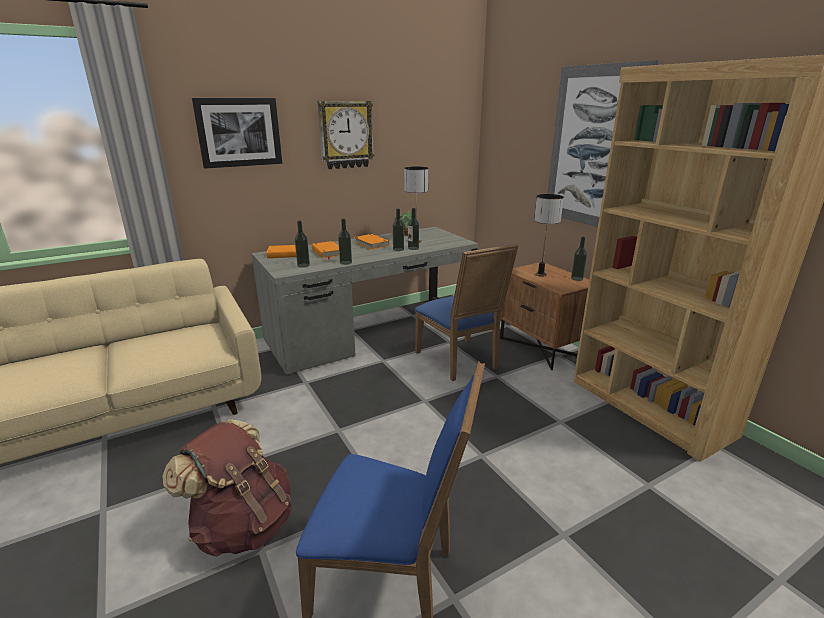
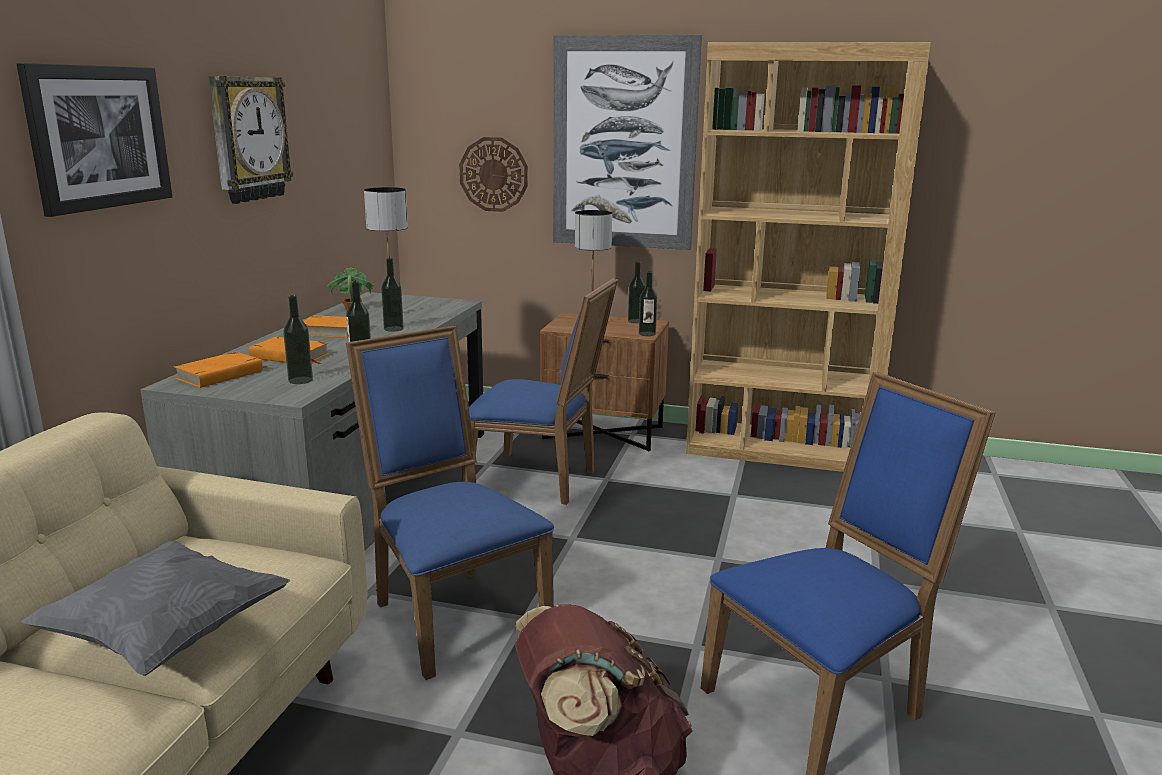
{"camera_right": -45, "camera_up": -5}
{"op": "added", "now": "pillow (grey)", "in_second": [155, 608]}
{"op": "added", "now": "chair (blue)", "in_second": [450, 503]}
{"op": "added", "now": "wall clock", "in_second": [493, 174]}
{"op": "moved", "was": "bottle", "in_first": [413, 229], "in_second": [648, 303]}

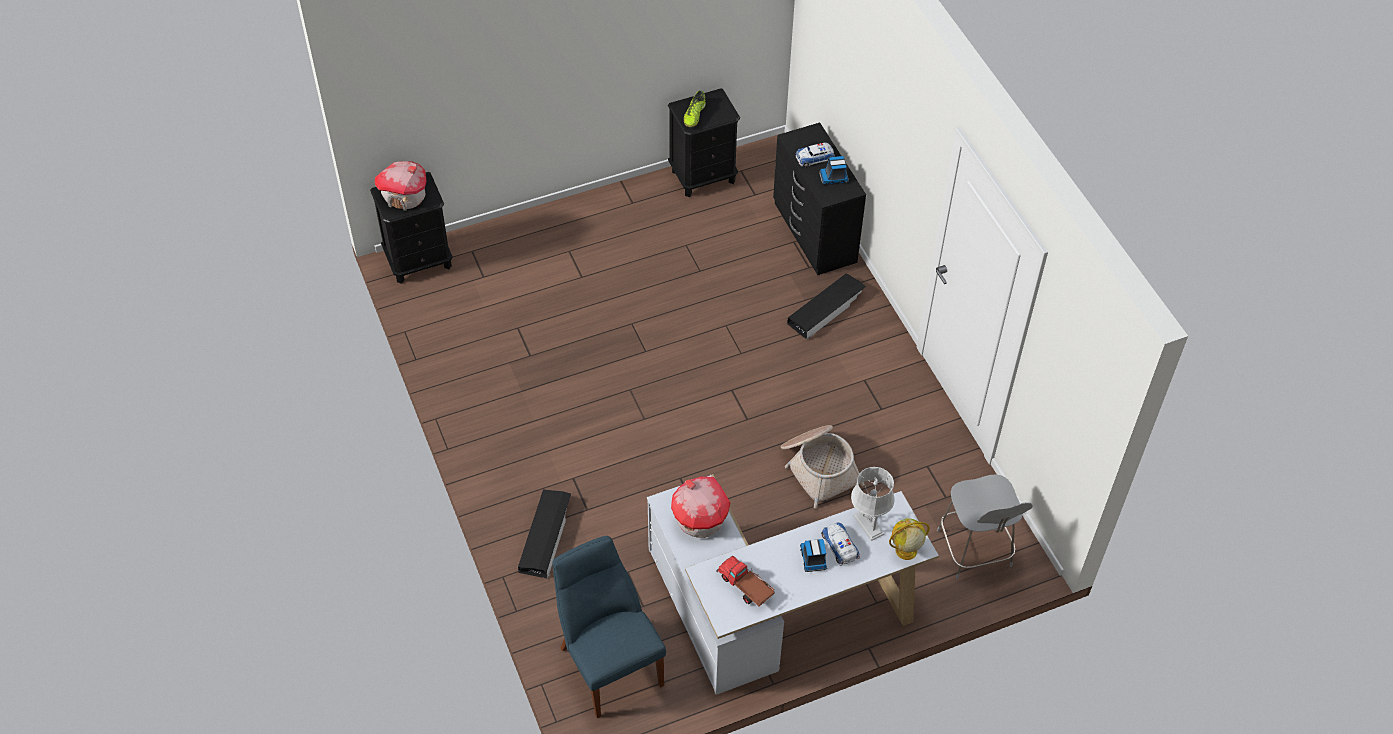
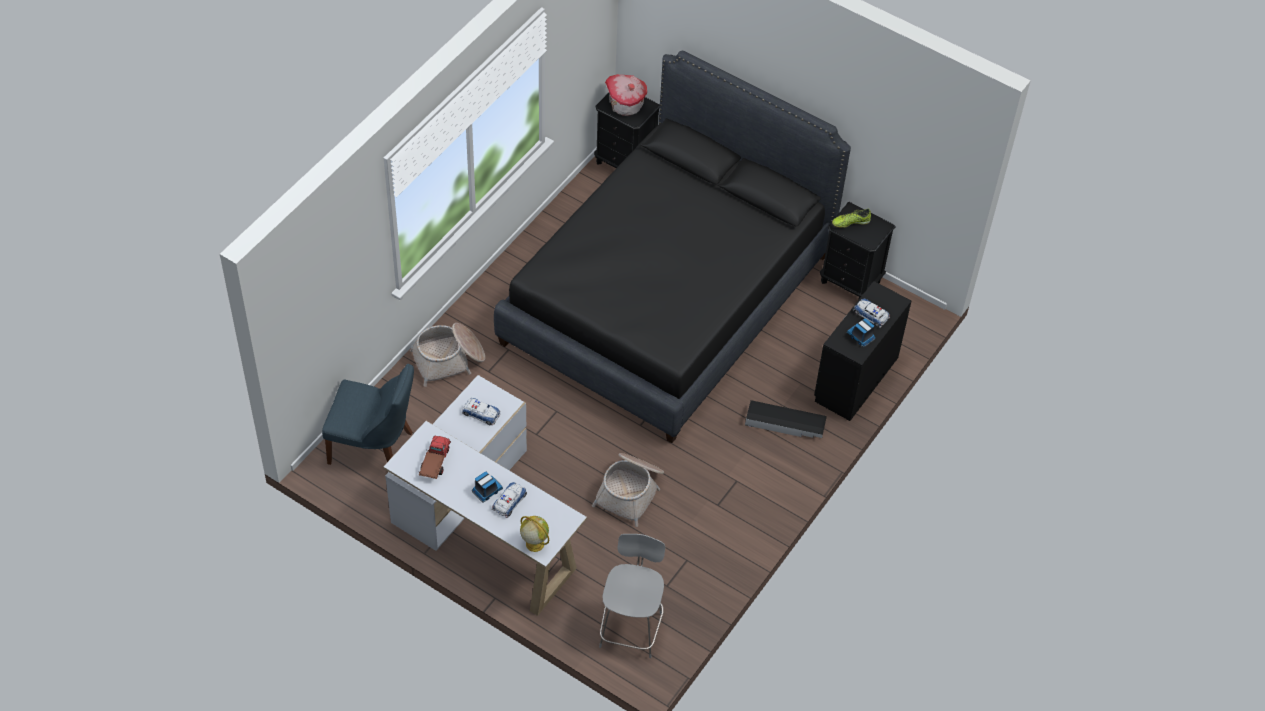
{"camera_right": 55, "camera_up": 0}
{"op": "removed", "was": "table lamp (grey)", "in_first": [873, 504]}
{"op": "added", "now": "bed (black)", "in_second": [672, 247]}
{"op": "replaced", "was": "storage box (black)", "now": "basket", "in_first": [544, 534], "in_second": [447, 355]}
{"op": "replaced", "was": "toy house", "now": "toy car", "in_first": [701, 507], "in_second": [481, 411]}
{"op": "turned", "was": "chair (blue)", "in_first": [609, 627], "in_second": [368, 414], "clockwise": 75}
{"op": "turned", "was": "chair (grey)", "in_first": [985, 526], "in_second": [632, 596], "clockwise": 150}

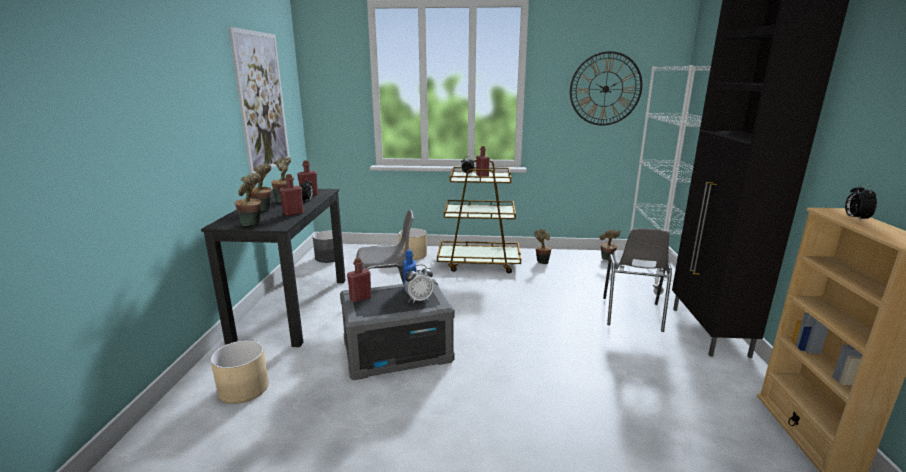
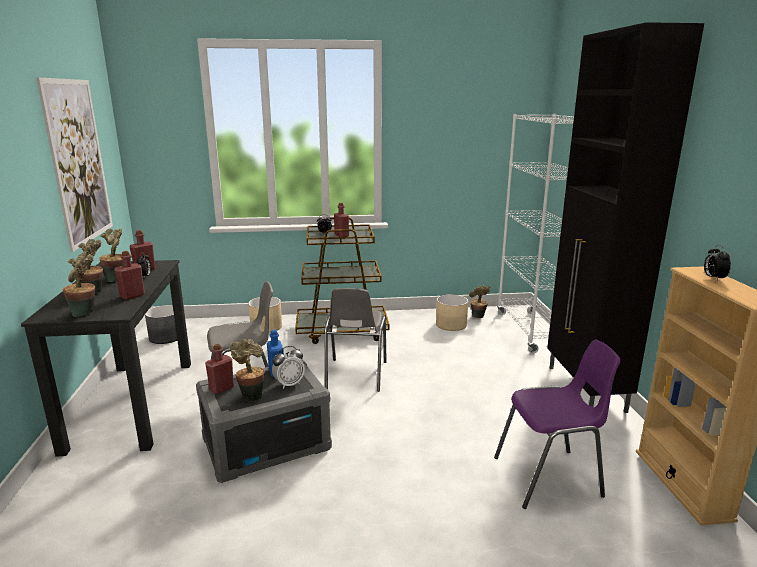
{"camera_right": -10, "camera_up": 0}
{"op": "removed", "was": "wall clock", "in_first": [606, 88]}
{"op": "added", "now": "chair (purple)", "in_second": [557, 424]}
{"op": "moved", "was": "planter (beige)", "in_first": [240, 372], "in_second": [452, 312]}
{"op": "moved", "was": "potted plant", "in_first": [543, 246], "in_second": [247, 370]}
{"op": "moved", "was": "chair (grey)", "in_first": [637, 280], "in_second": [356, 340]}

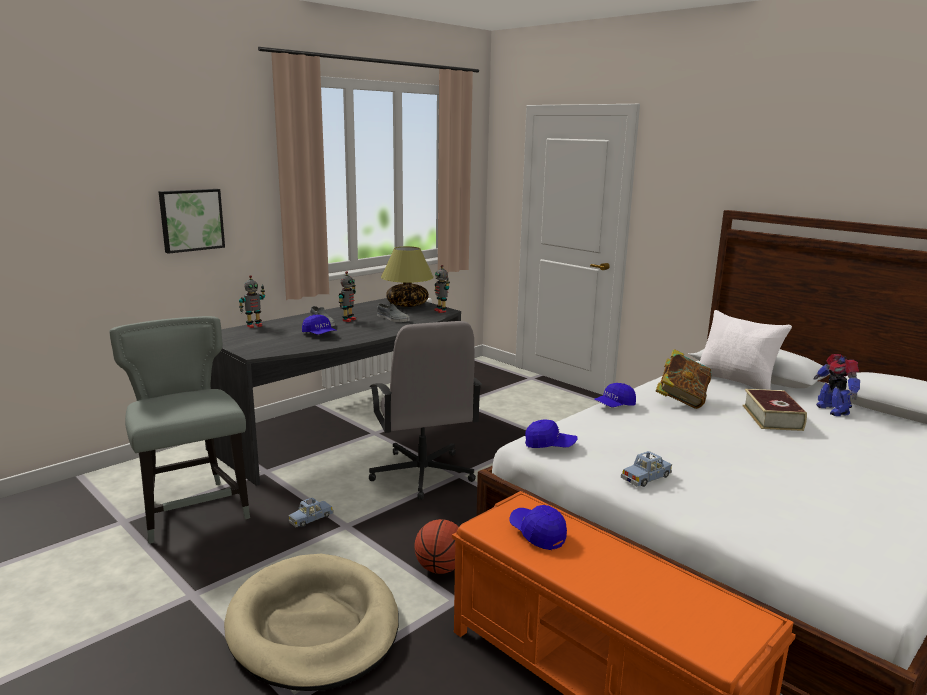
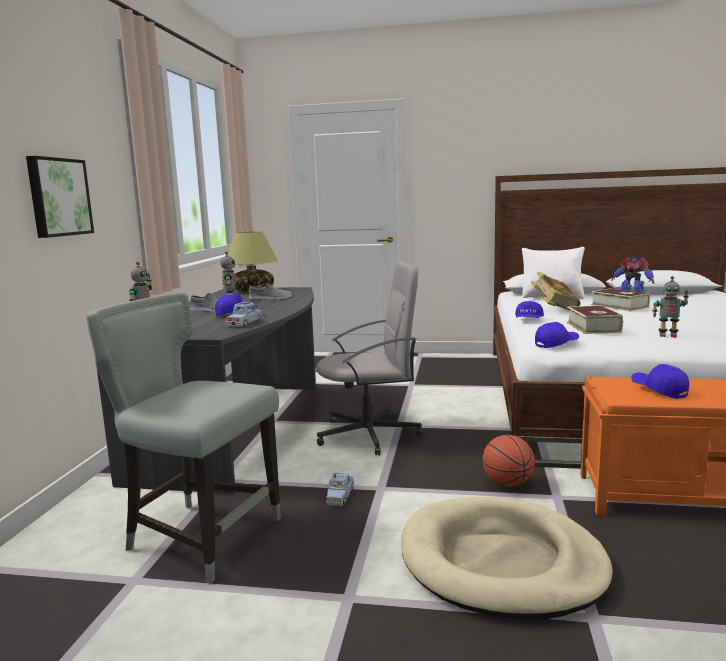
{"camera_right": -35, "camera_up": -5}
{"op": "added", "now": "book", "in_second": [594, 320]}
{"op": "moved", "was": "toy robot", "in_first": [442, 289], "in_second": [670, 306]}
{"op": "moved", "was": "toy car (blue)", "in_first": [646, 469], "in_second": [243, 314]}
{"op": "turned", "was": "office chair (grey)", "in_first": [425, 410], "in_second": [369, 358], "clockwise": -45}
{"op": "turned", "was": "cap (blue)", "in_first": [538, 527], "in_second": [660, 381], "clockwise": 45}

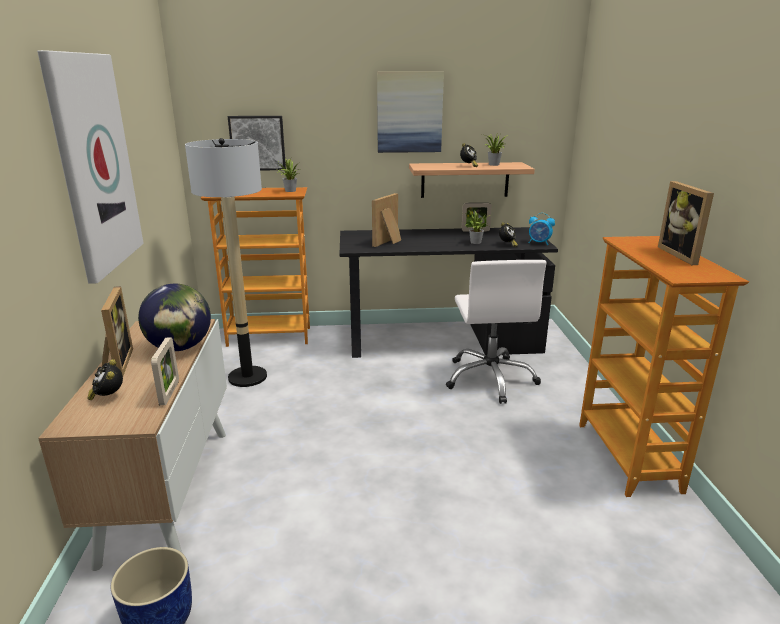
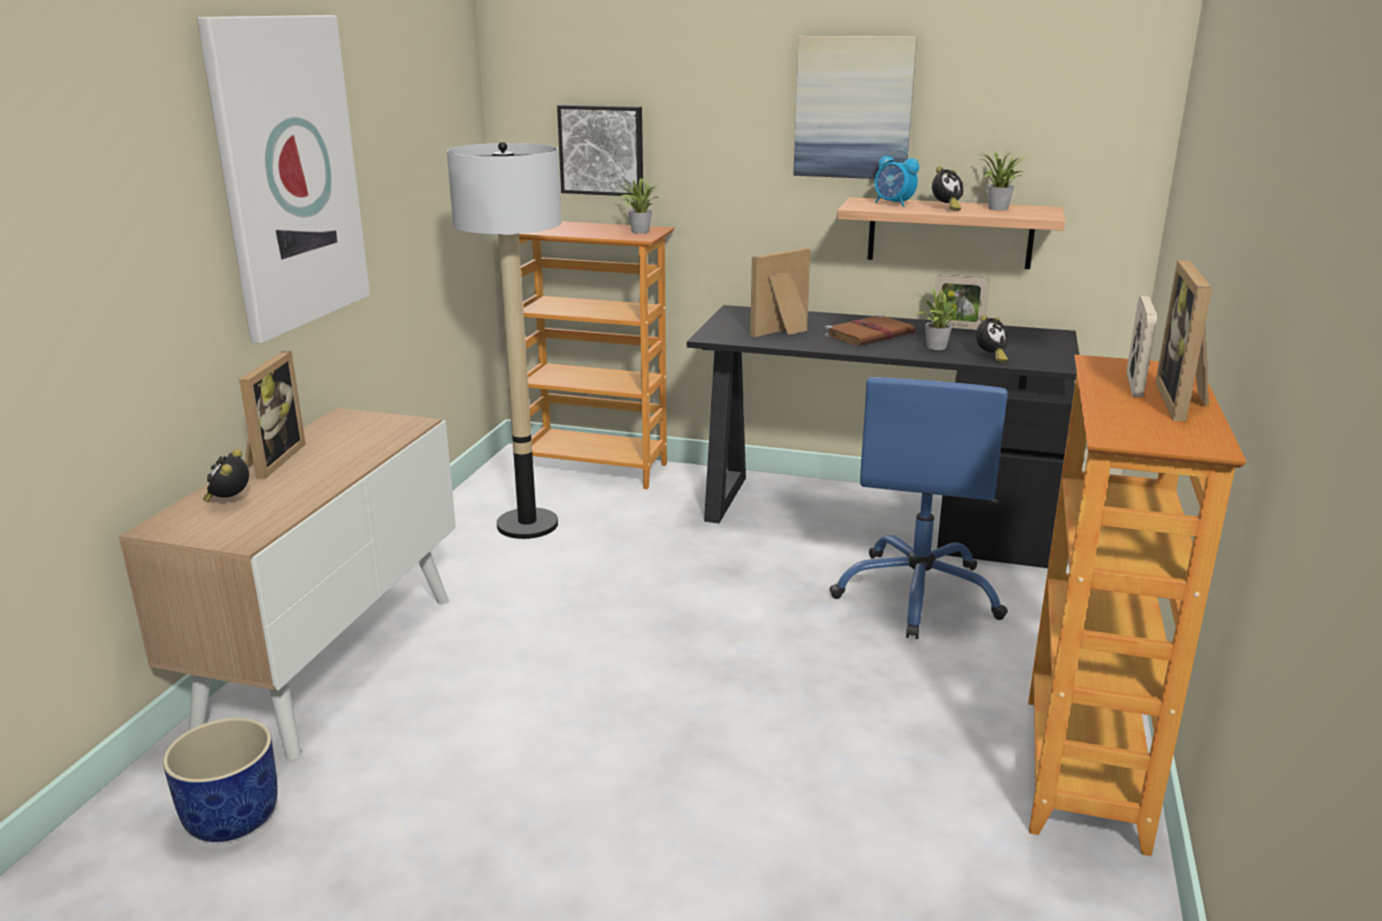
{"camera_right": 20, "camera_up": 0}
{"op": "removed", "was": "globe", "in_first": [174, 317]}
{"op": "added", "now": "book (brown)", "in_second": [870, 330]}
{"op": "moved", "was": "picture frame", "in_first": [165, 371], "in_second": [1142, 346]}
{"op": "moved", "was": "alarm clock", "in_first": [542, 229], "in_second": [896, 178]}
{"op": "recoloured", "was": "office chair (white)", "now": "office chair (blue)", "in_first": [496, 332], "in_second": [919, 508]}

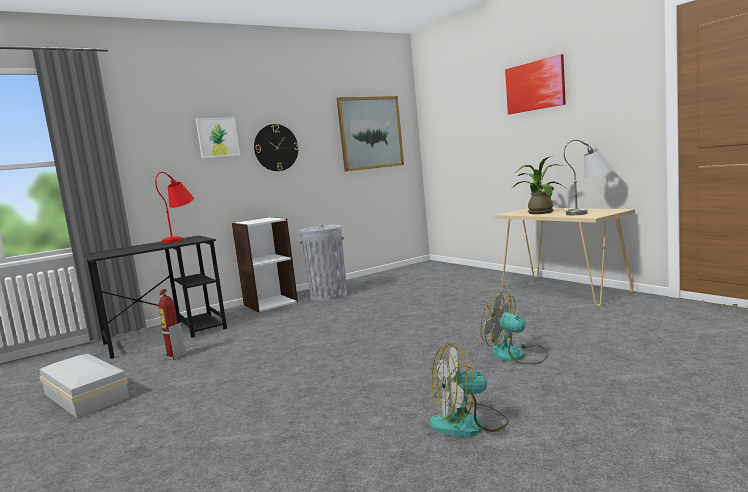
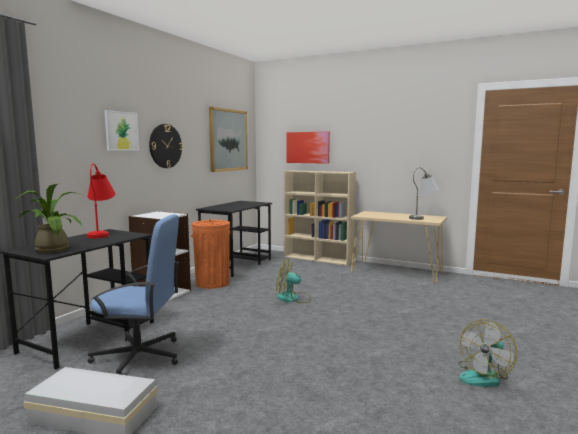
{"camera_right": -30, "camera_up": 0}
{"op": "added", "now": "desk (black)", "in_second": [234, 239]}
{"op": "added", "now": "bookcase (beige)", "in_second": [320, 218]}
{"op": "moved", "was": "fan", "in_first": [514, 327], "in_second": [293, 281]}
{"op": "moved", "was": "picture", "in_first": [535, 84], "in_second": [308, 148]}
{"op": "moved", "was": "potted plant", "in_first": [540, 185], "in_second": [49, 218]}
{"op": "replaced", "was": "fire extinguisher", "now": "office chair (blue)", "in_first": [172, 324], "in_second": [133, 294]}
{"op": "recoloured", "was": "trash can (grey)", "now": "trash can (orange)", "in_first": [323, 262], "in_second": [210, 254]}

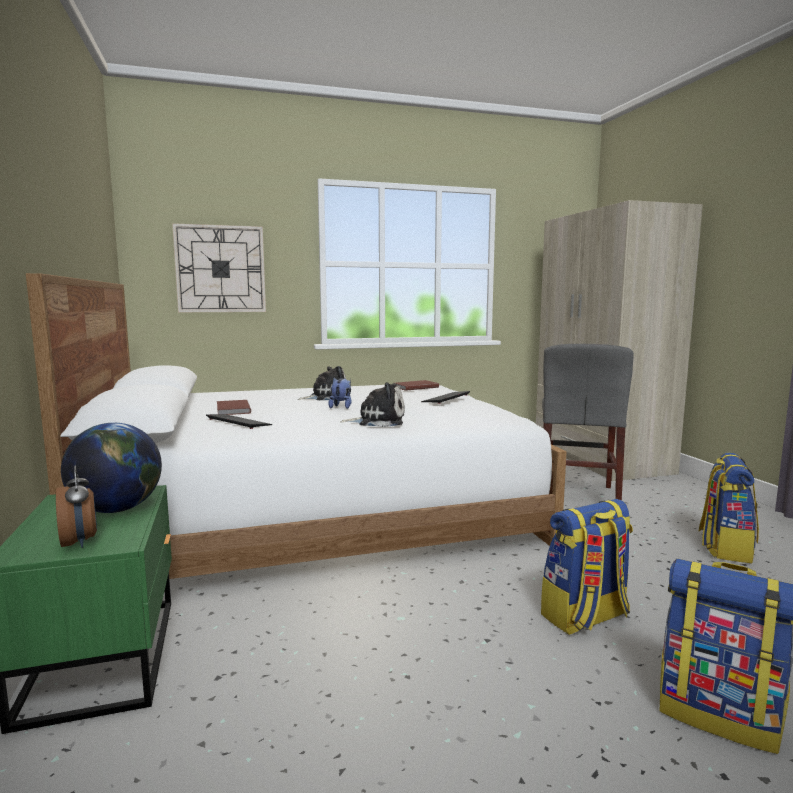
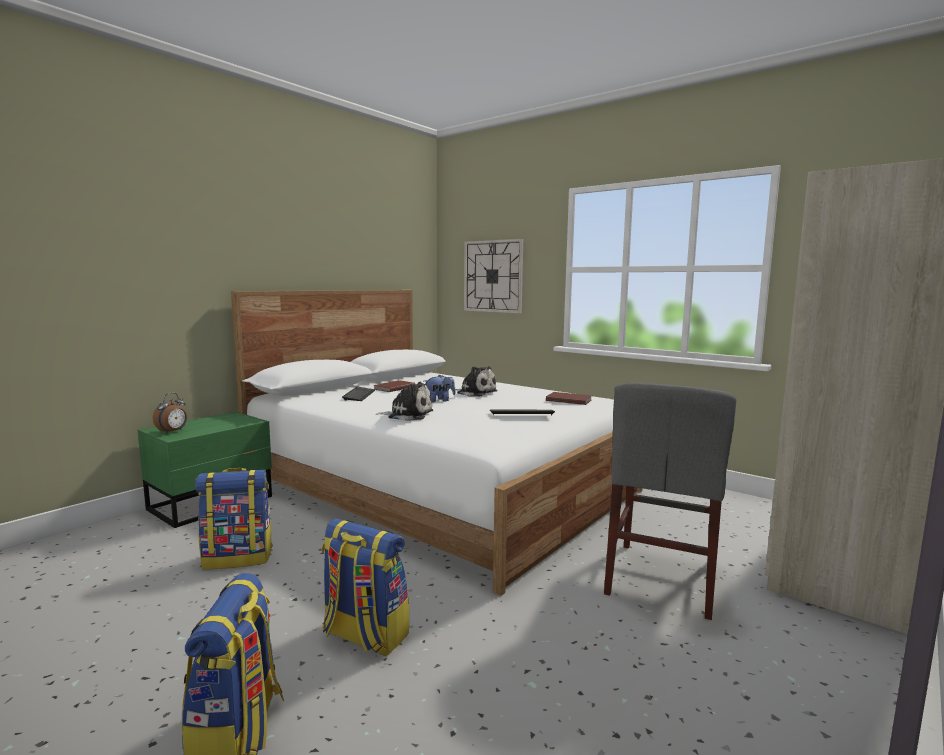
{"camera_right": 55, "camera_up": 0}
{"op": "removed", "was": "globe", "in_first": [111, 468]}
{"op": "moved", "was": "backpack", "in_first": [729, 508], "in_second": [234, 518]}
{"op": "turned", "was": "plush toy", "in_first": [372, 404], "in_second": [404, 401], "clockwise": -45}
{"op": "turned", "was": "chair (grey)", "in_first": [588, 422], "in_second": [670, 501], "clockwise": -45}

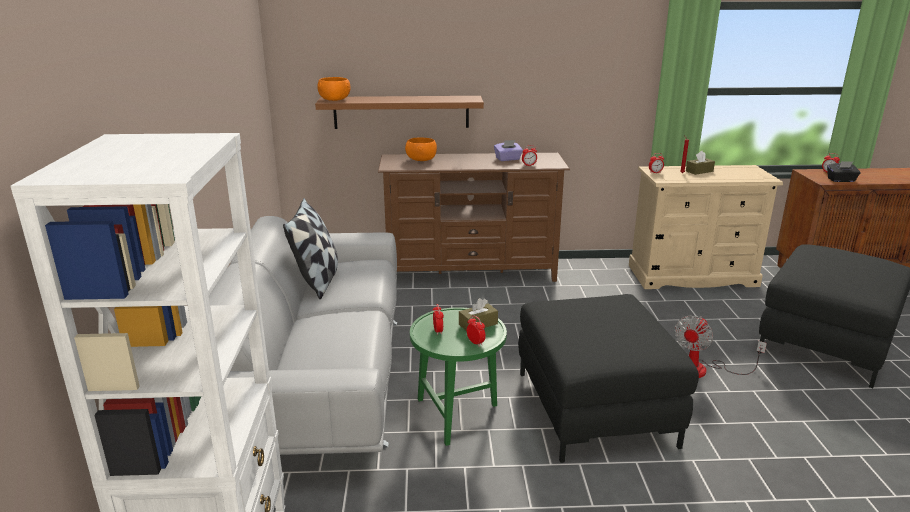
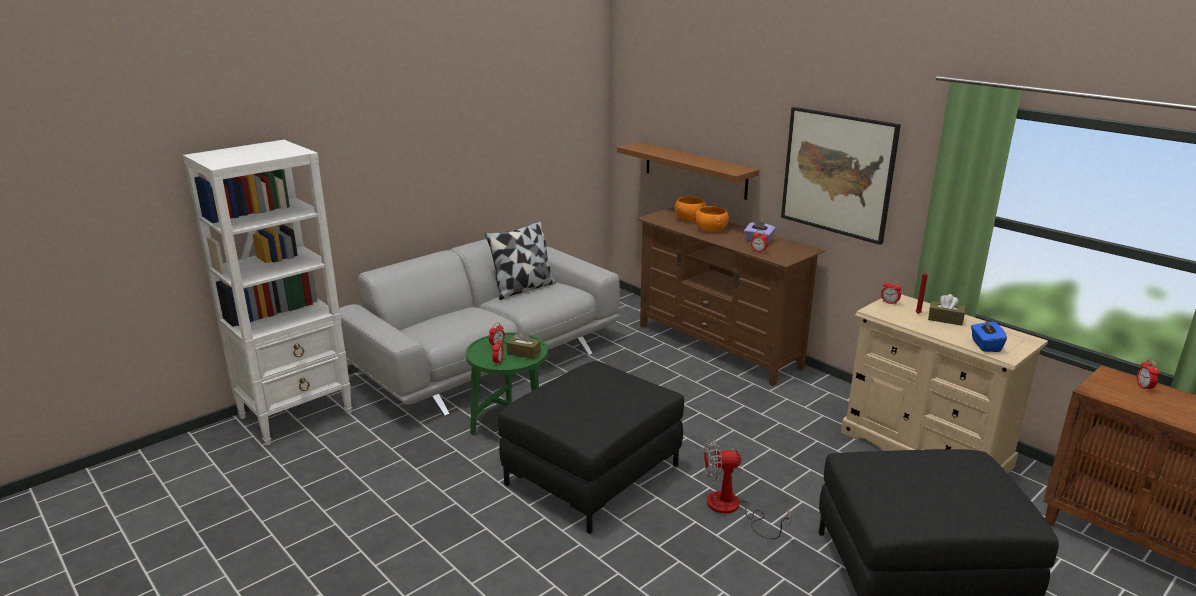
{"camera_right": 50, "camera_up": 0}
{"op": "removed", "was": "tissue box (black)", "in_first": [844, 171]}
{"op": "added", "now": "picture", "in_second": [841, 176]}
{"op": "added", "now": "tissue box (blue)", "in_second": [989, 335]}
{"op": "moved", "was": "bowl (orange)", "in_first": [334, 89], "in_second": [712, 219]}

